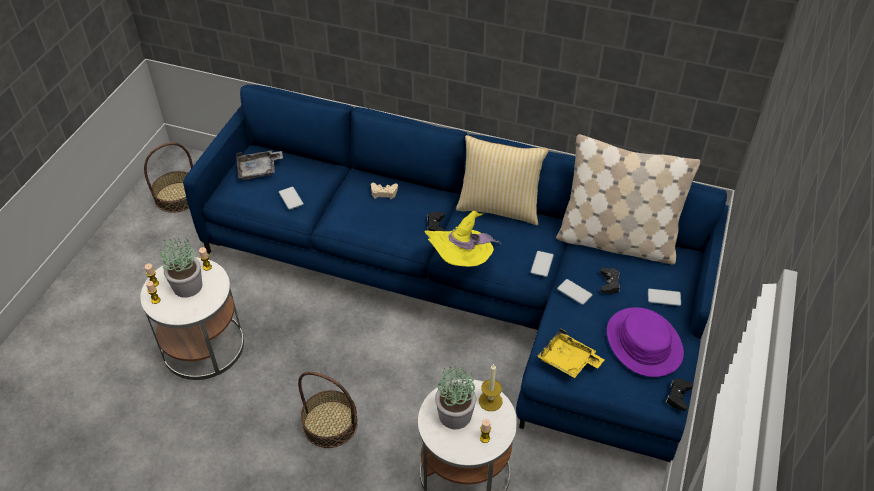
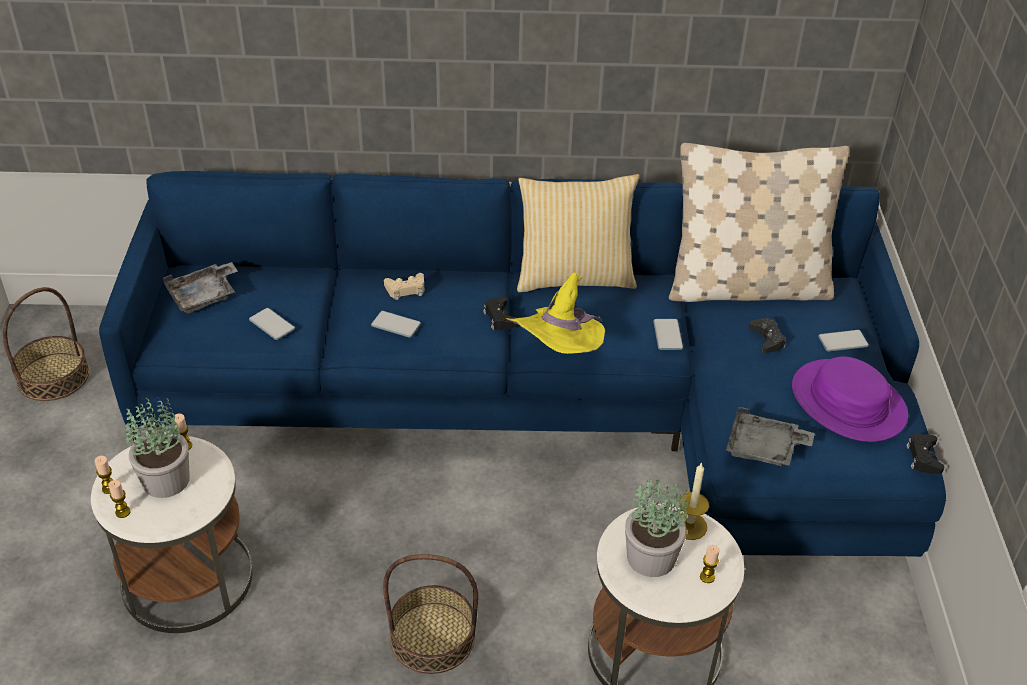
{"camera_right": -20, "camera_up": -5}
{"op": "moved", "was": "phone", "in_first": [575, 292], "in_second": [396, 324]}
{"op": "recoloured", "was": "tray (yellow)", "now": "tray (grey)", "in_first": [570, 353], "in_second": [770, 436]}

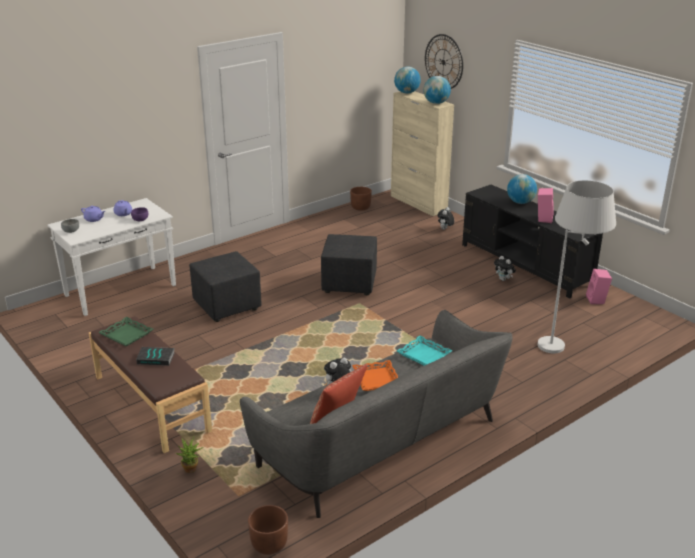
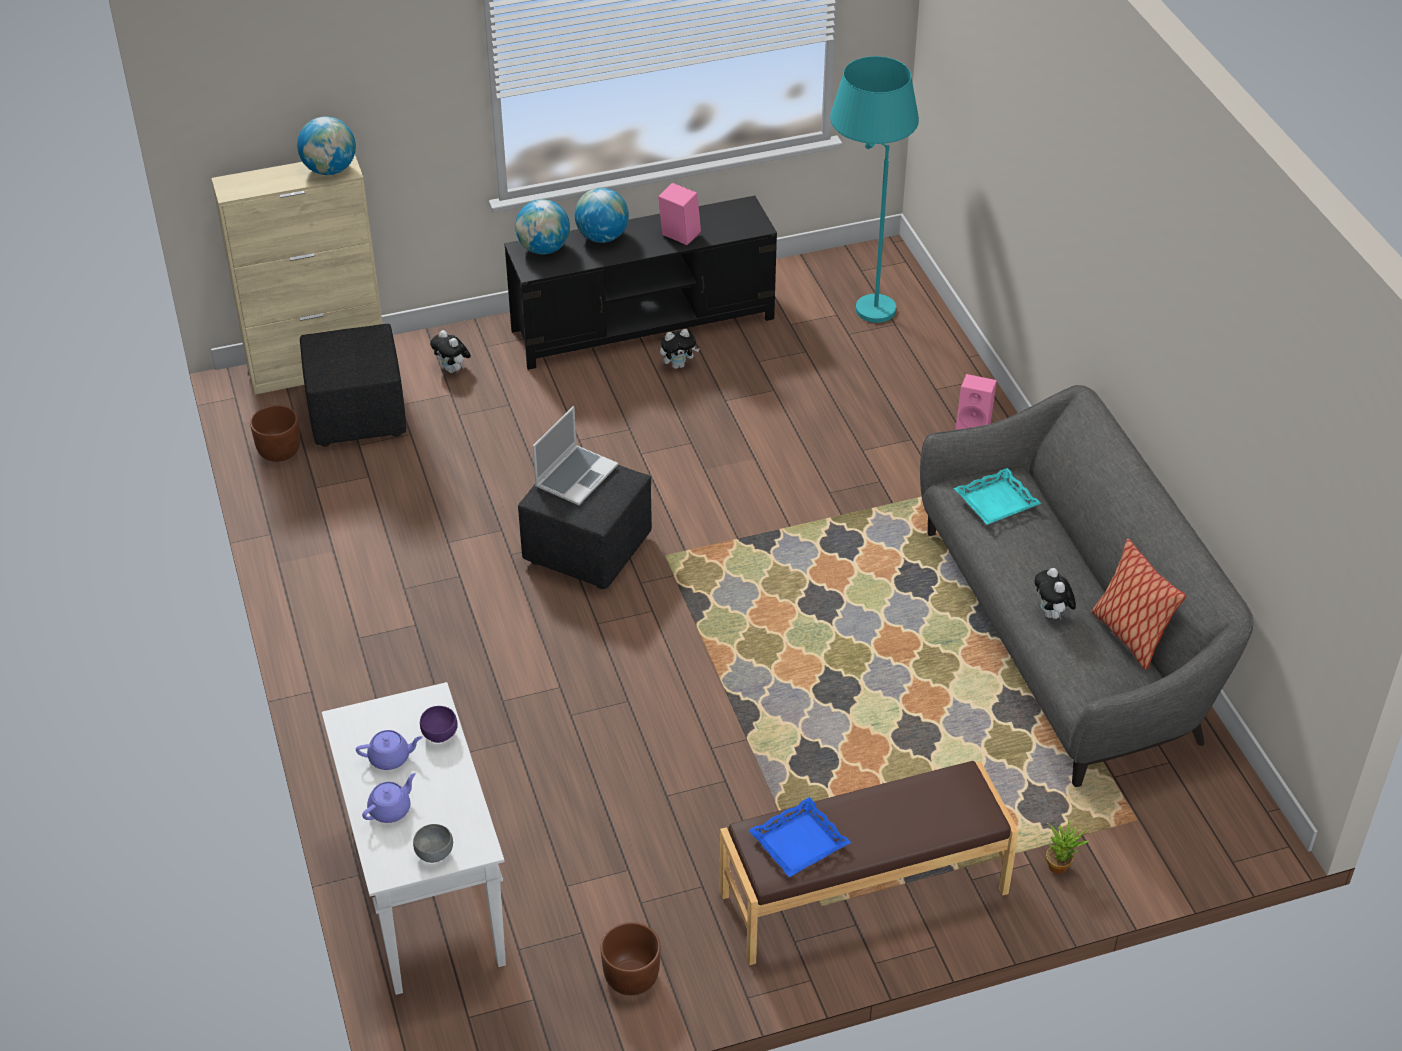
{"camera_right": -70, "camera_up": 15}
{"op": "removed", "was": "book", "in_first": [155, 356]}
{"op": "removed", "was": "tray (orange)", "in_first": [375, 375]}
{"op": "removed", "was": "wall clock", "in_first": [444, 61]}
{"op": "removed", "was": "floor lamp (white)", "in_first": [577, 267]}
{"op": "added", "now": "laptop", "in_second": [575, 455]}
{"op": "added", "now": "floor lamp (turquoise)", "in_second": [874, 189]}
{"op": "moved", "was": "ottoman (black)", "in_first": [225, 286], "in_second": [353, 385]}
{"op": "moved", "was": "planter (brown)", "in_first": [268, 530], "in_second": [630, 958]}
{"op": "moved", "was": "globe", "in_first": [407, 80], "in_second": [542, 226]}
{"op": "moved", "was": "speaker (pink)", "in_first": [599, 286], "in_second": [976, 402]}
{"op": "recoloured", "was": "tray (green)", "now": "tray (blue)", "in_first": [125, 331], "in_second": [799, 837]}

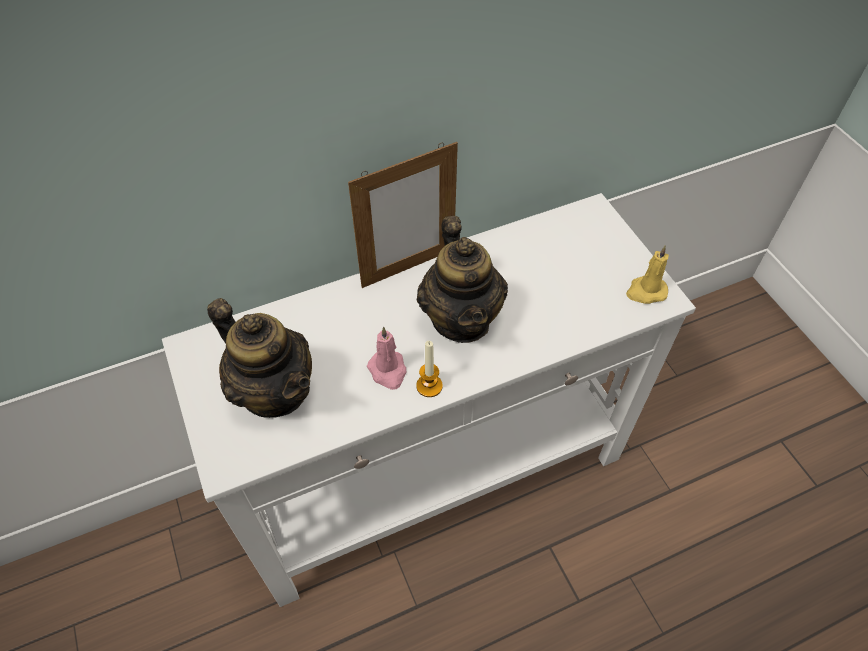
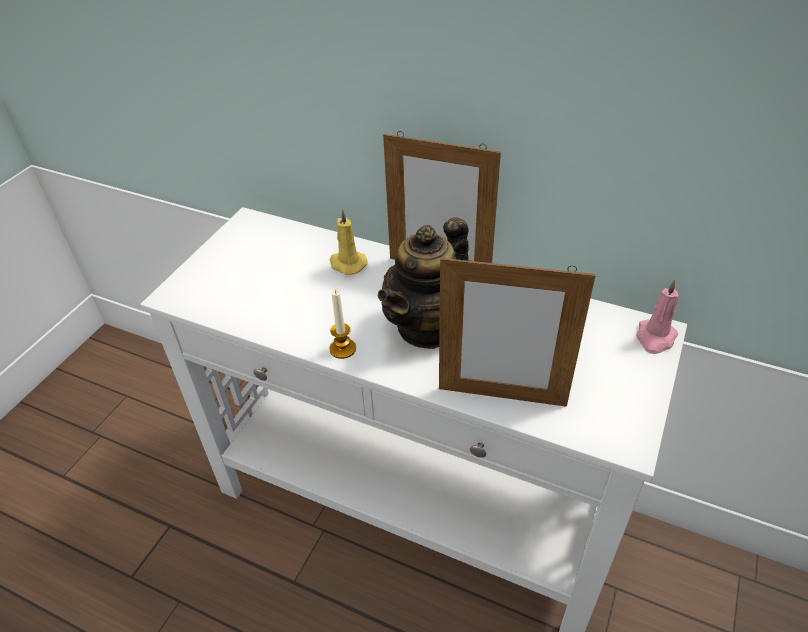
{"camera_right": 50, "camera_up": -10}
{"op": "removed", "was": "teapot", "in_first": [259, 358]}
{"op": "added", "now": "picture frame", "in_second": [517, 330]}
{"op": "moved", "was": "candle (pink)", "in_first": [387, 358], "in_second": [657, 316]}
{"op": "moved", "was": "candle (yellow)", "in_first": [647, 275], "in_second": [348, 242]}

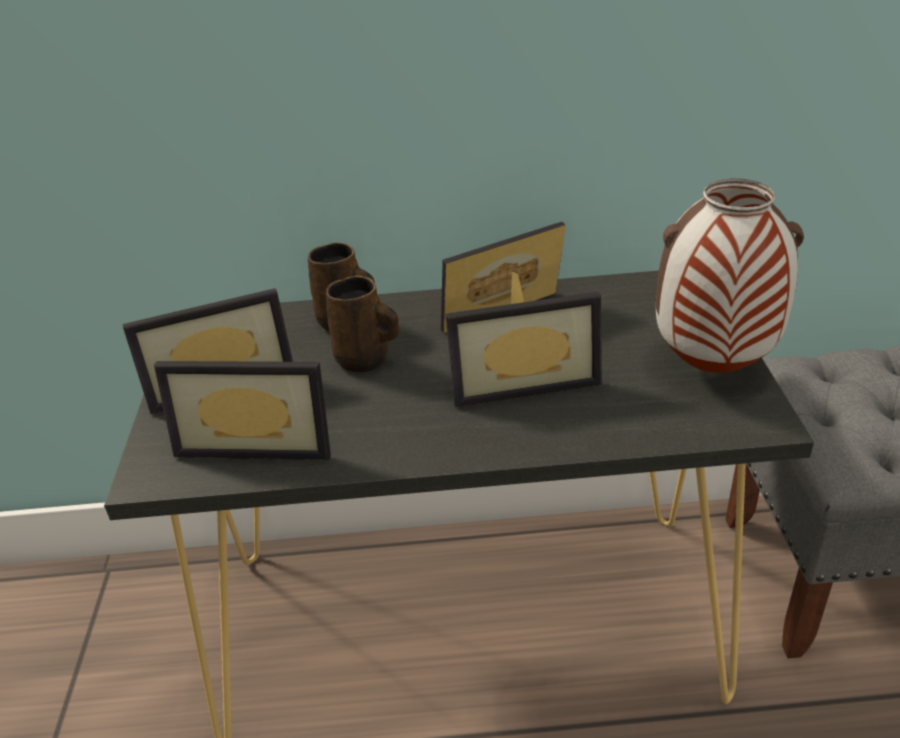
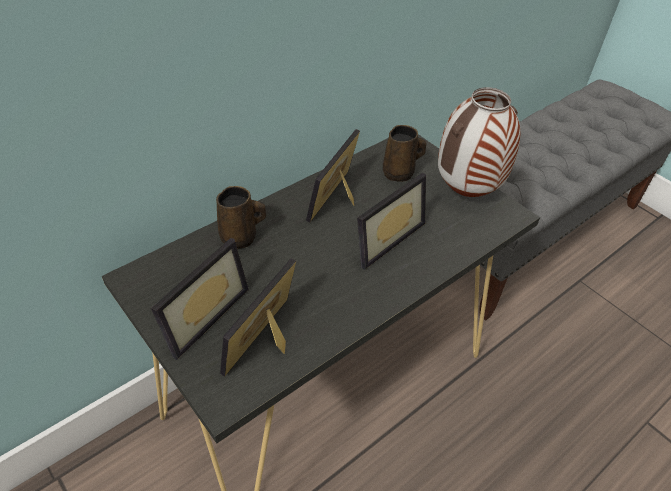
{"camera_right": -40, "camera_up": 10}
{"op": "moved", "was": "mug (brown)", "in_first": [362, 324], "in_second": [404, 153]}
{"op": "turned", "was": "picture frame", "in_first": [242, 410], "in_second": [258, 317], "clockwise": 150}

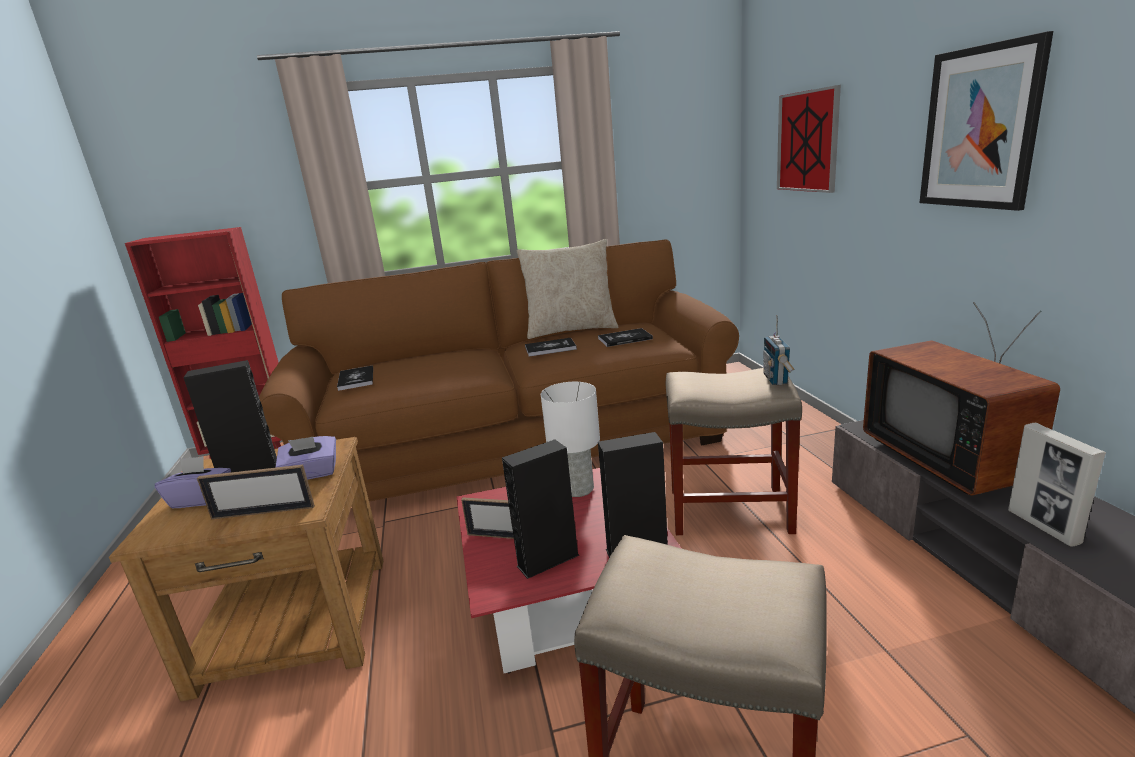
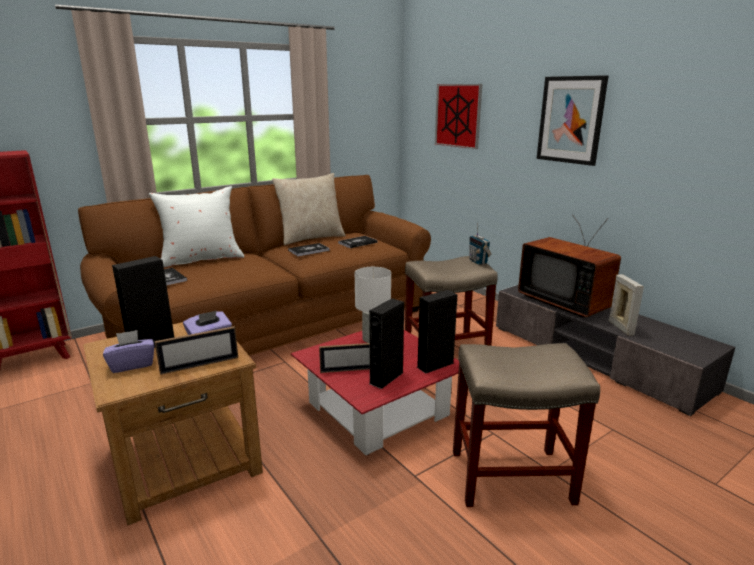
{"camera_right": -25, "camera_up": 0}
{"op": "added", "now": "pillow (white)", "in_second": [196, 227]}
{"op": "turned", "was": "picture frame", "in_first": [1057, 485], "in_second": [626, 305], "clockwise": -150}

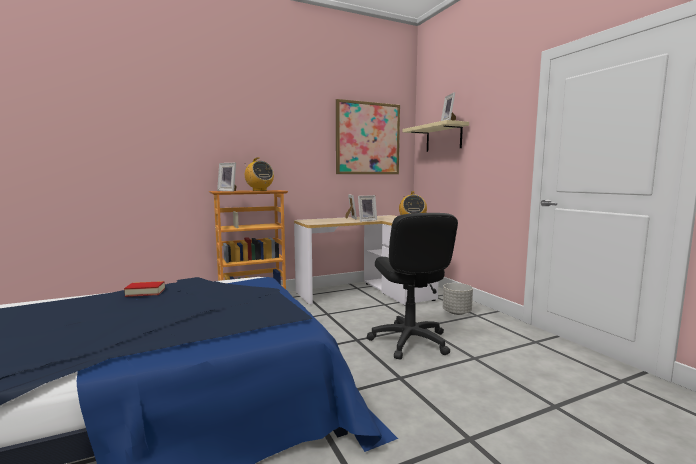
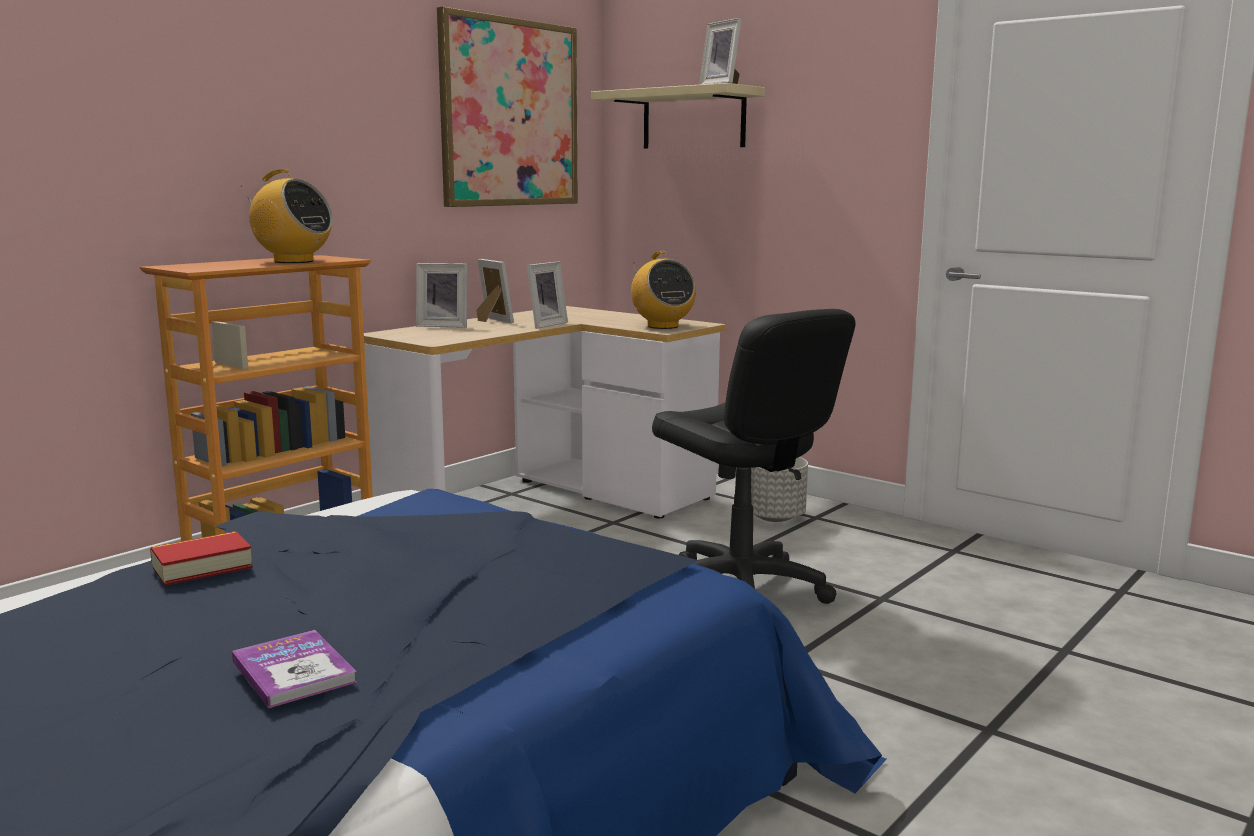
{"camera_right": -25, "camera_up": 5}
{"op": "added", "now": "book", "in_second": [294, 669]}
{"op": "moved", "was": "picture frame", "in_first": [227, 177], "in_second": [442, 295]}

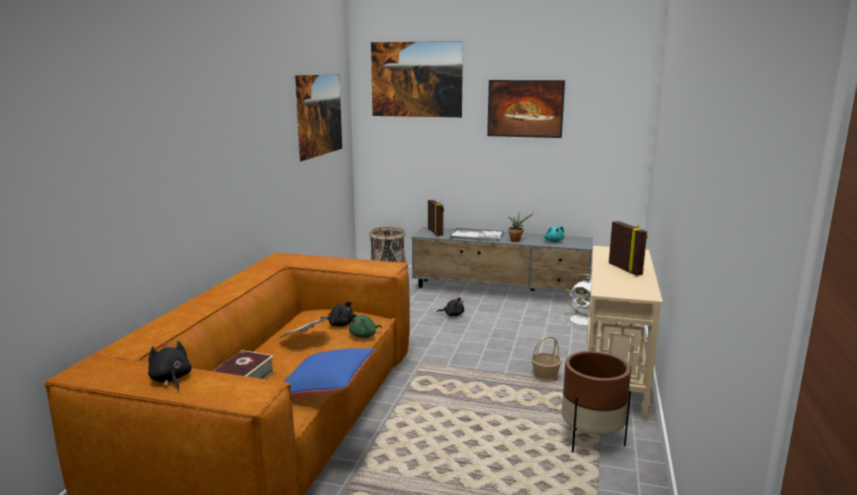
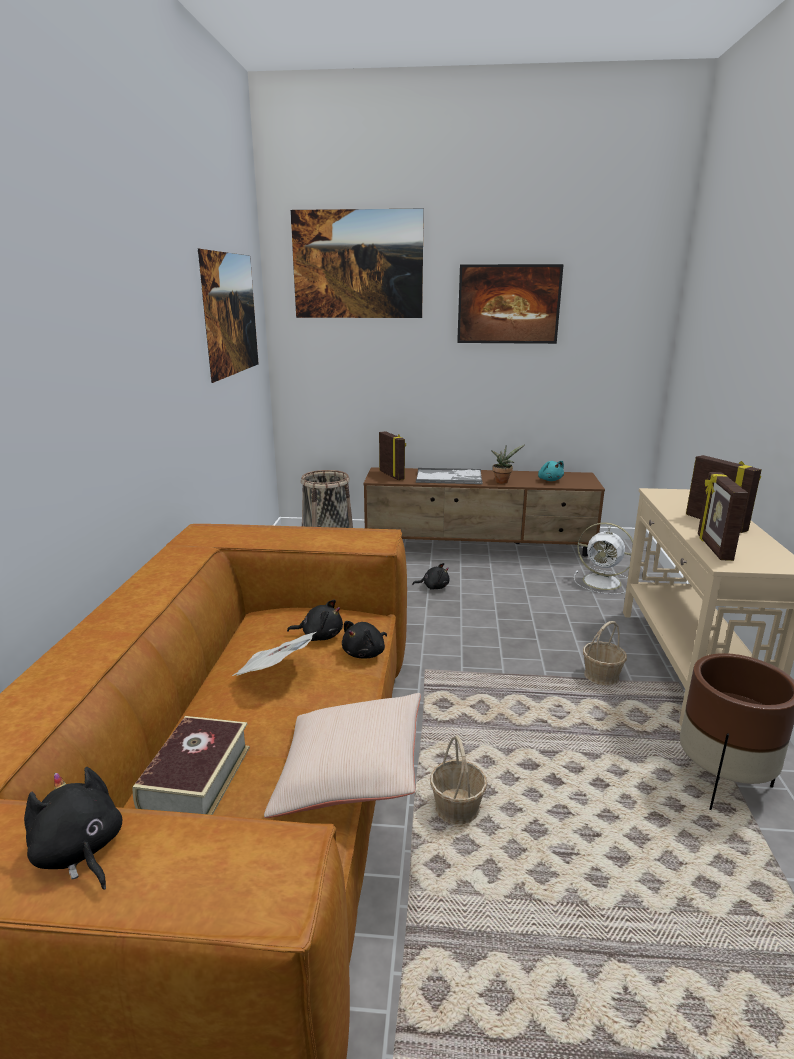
{"camera_right": -10, "camera_up": 5}
{"op": "added", "now": "basket", "in_second": [458, 780]}
{"op": "added", "now": "picture frame", "in_second": [723, 516]}
{"op": "recoloured", "was": "pillow (blue)", "now": "pillow (beige)", "in_first": [329, 373], "in_second": [342, 755]}
{"op": "recoloured", "was": "plush toy (green)", "now": "plush toy (black)", "in_first": [365, 325], "in_second": [364, 640]}
{"op": "recoloured", "was": "tv stand (grey)", "now": "tv stand (brown)", "in_first": [502, 259], "in_second": [484, 511]}

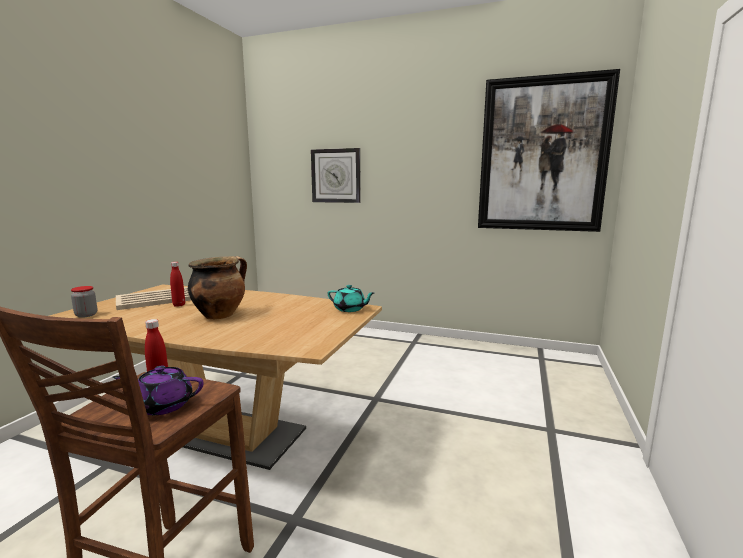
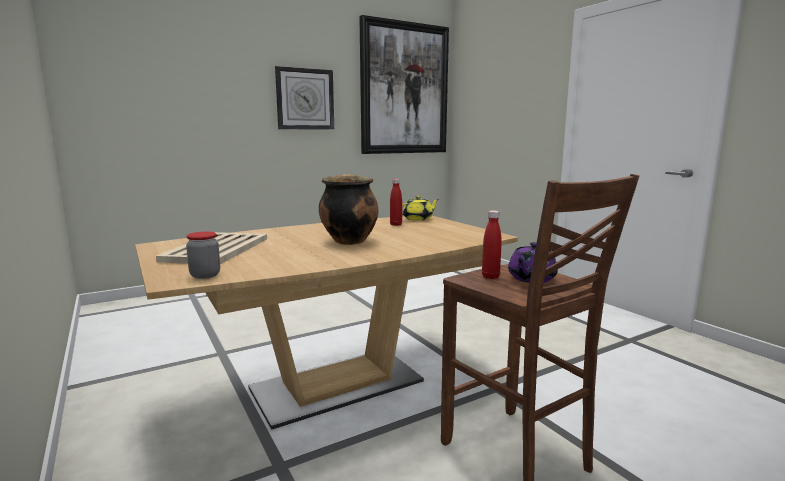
{"camera_right": -50, "camera_up": 0}
{"op": "moved", "was": "bottle (red)", "in_first": [177, 284], "in_second": [396, 202]}
{"op": "moved", "was": "wall clock", "in_first": [336, 175], "in_second": [304, 98]}
{"op": "recoloured", "was": "teapot (turquoise)", "now": "teapot (yellow)", "in_first": [351, 298], "in_second": [420, 208]}

